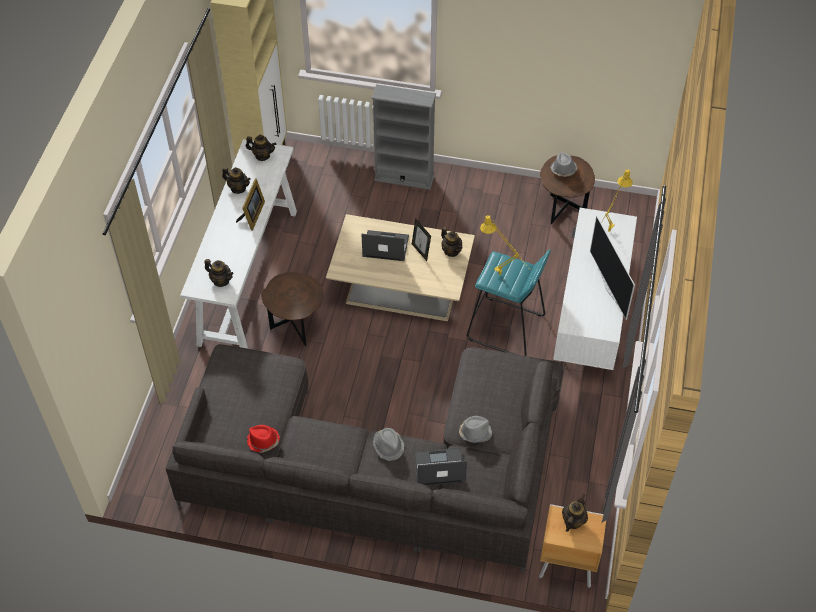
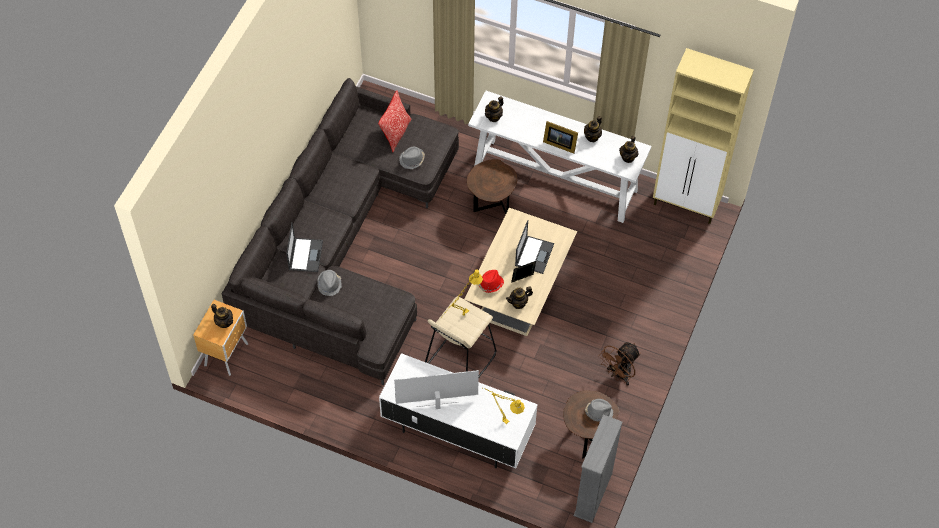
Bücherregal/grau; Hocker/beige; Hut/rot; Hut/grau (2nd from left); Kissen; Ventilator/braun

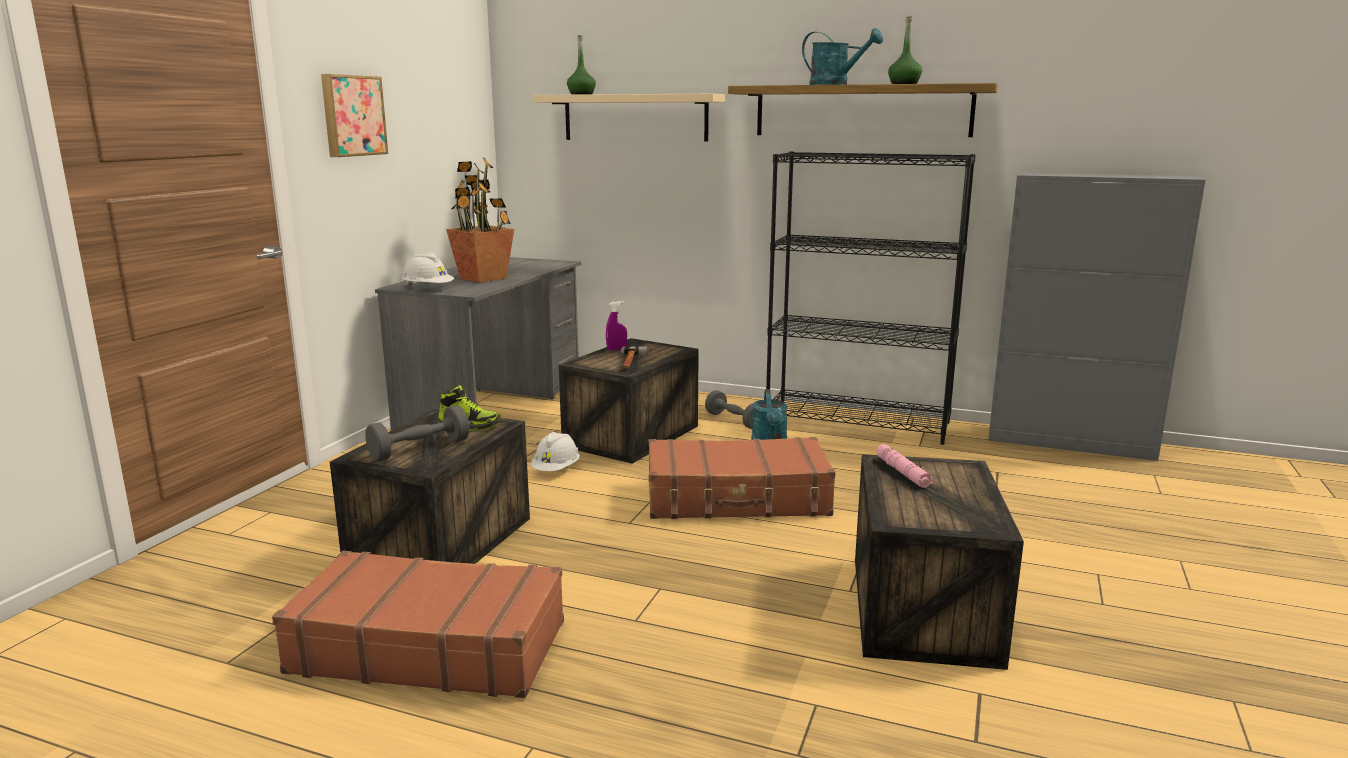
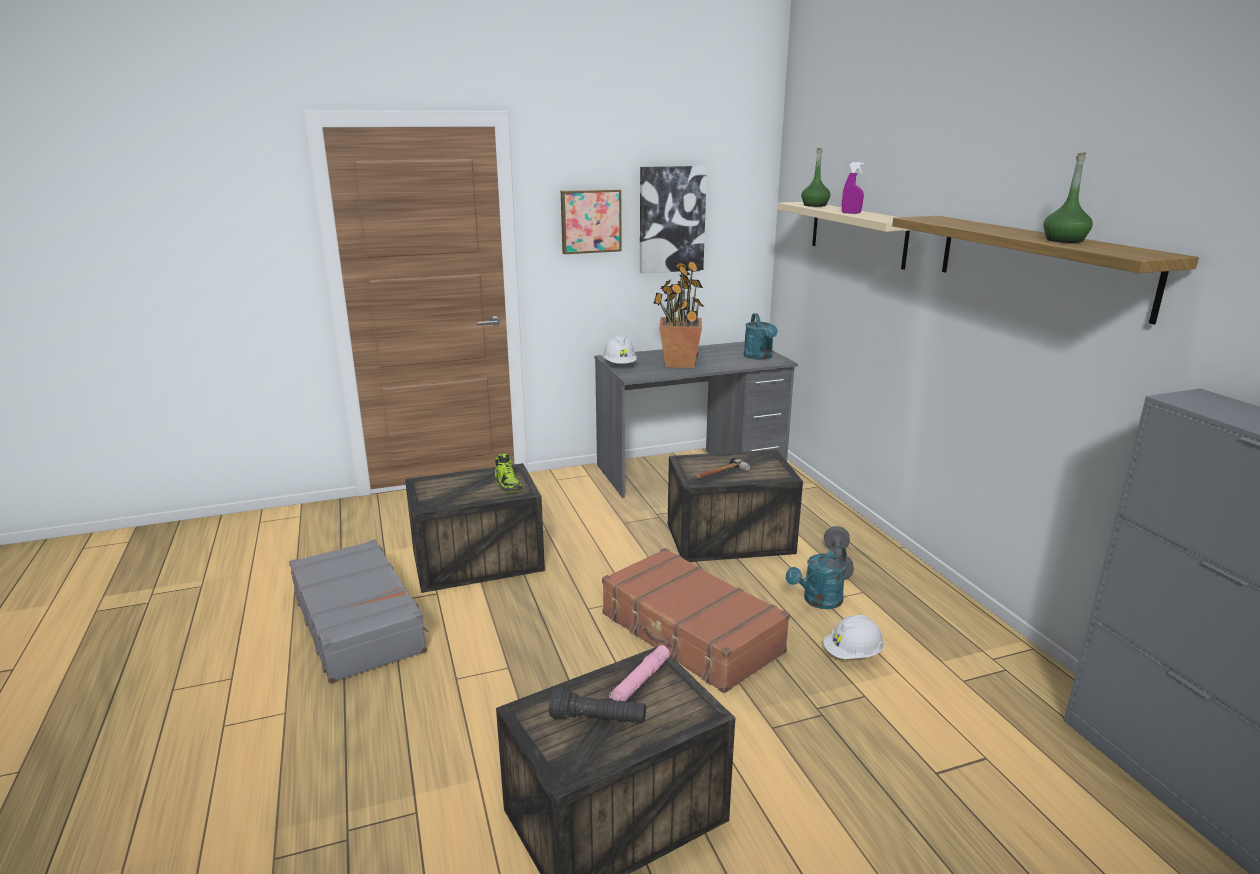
Gießkanne/türkis (1st from left); Bücherregal/schwarz; Sprühflasche/lila; Hantel/grau (1st from left in the first image); Schutzhelm/weiß (2nd from left); Koffer/grau; Bild (2nd from left); Taschenlampe/schwarz

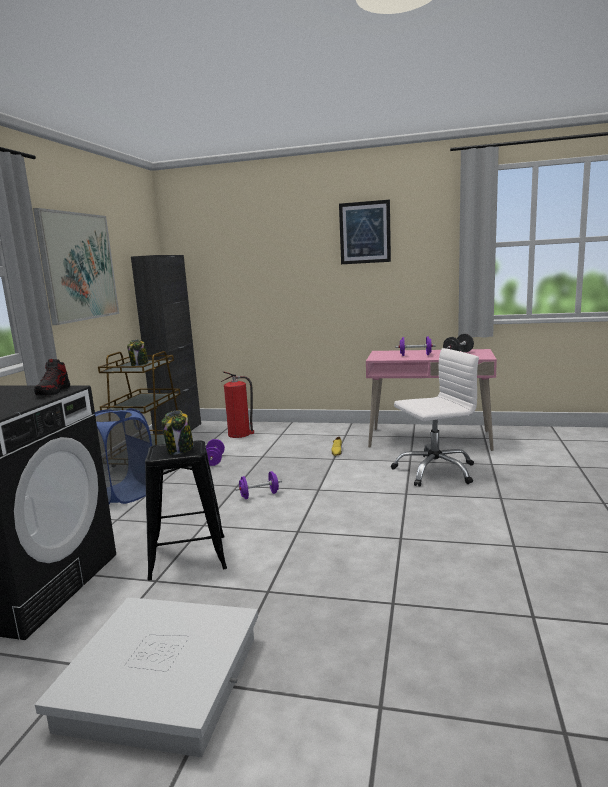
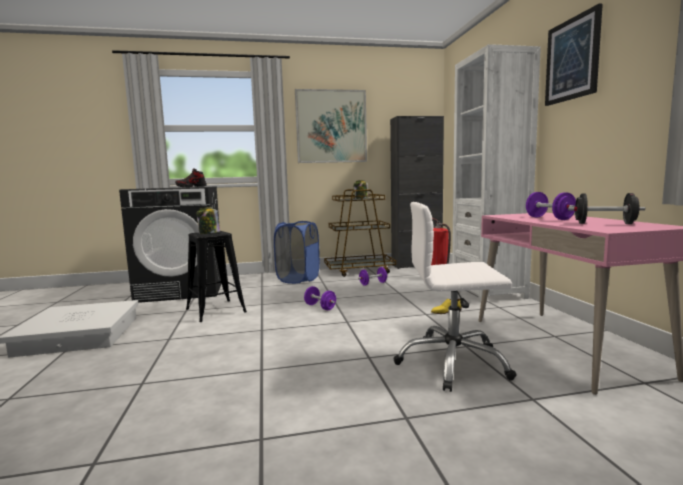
Bürostuhl/weiß; Bücherregal/weiß

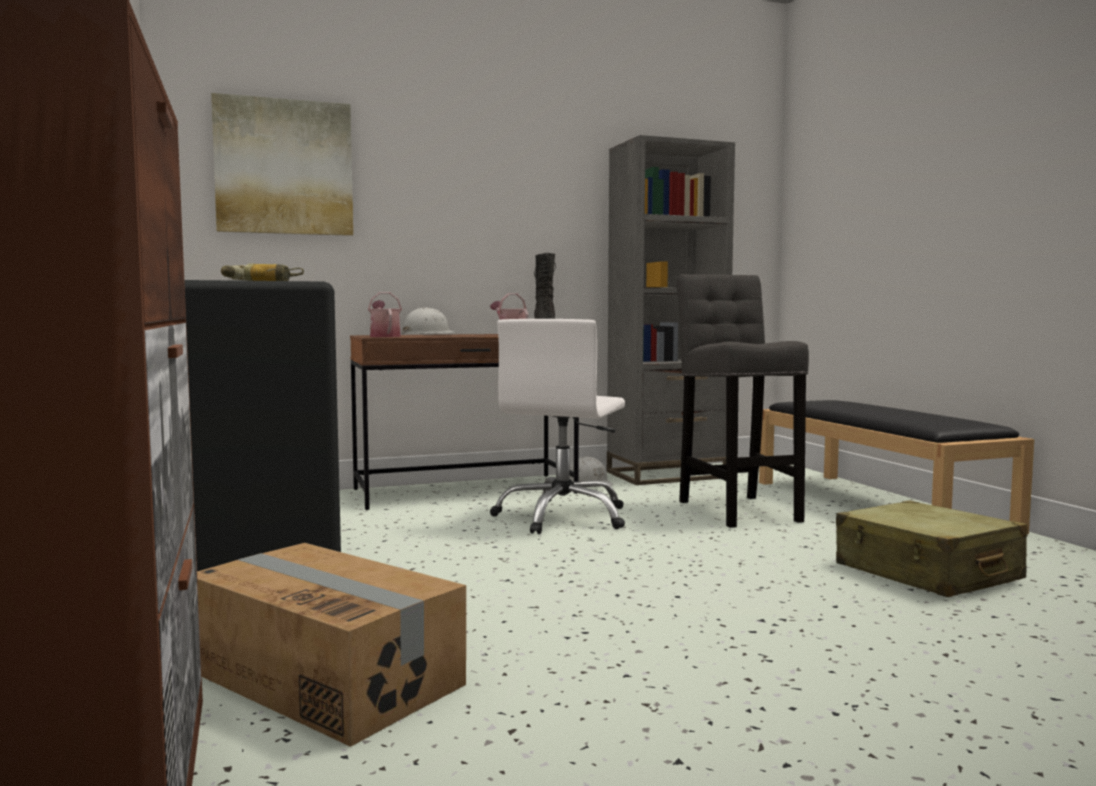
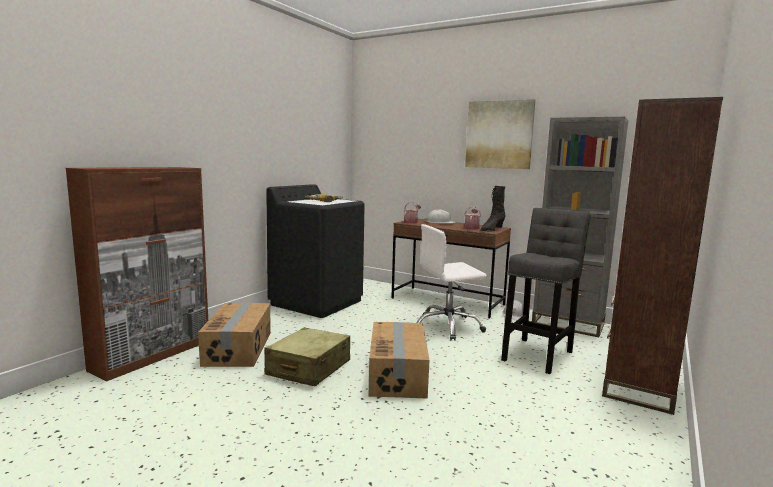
Bild; Bücherregal/braun; Koffer/beige; Karton (2nd from left)

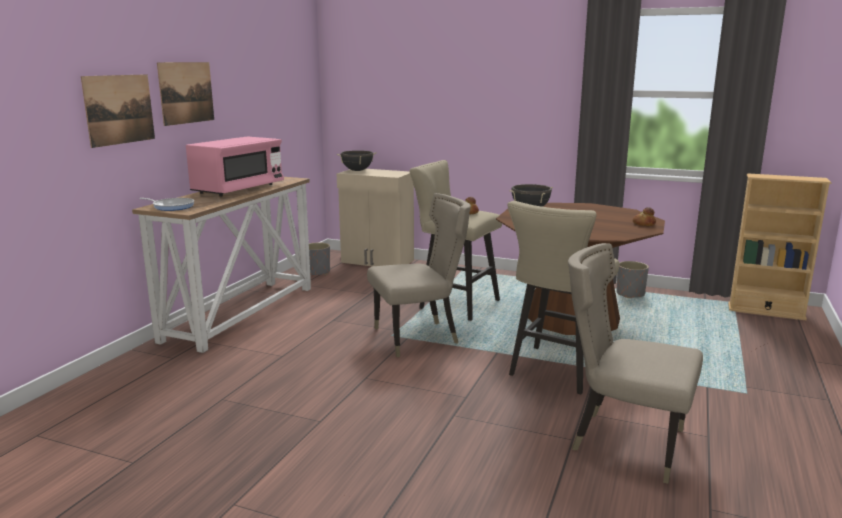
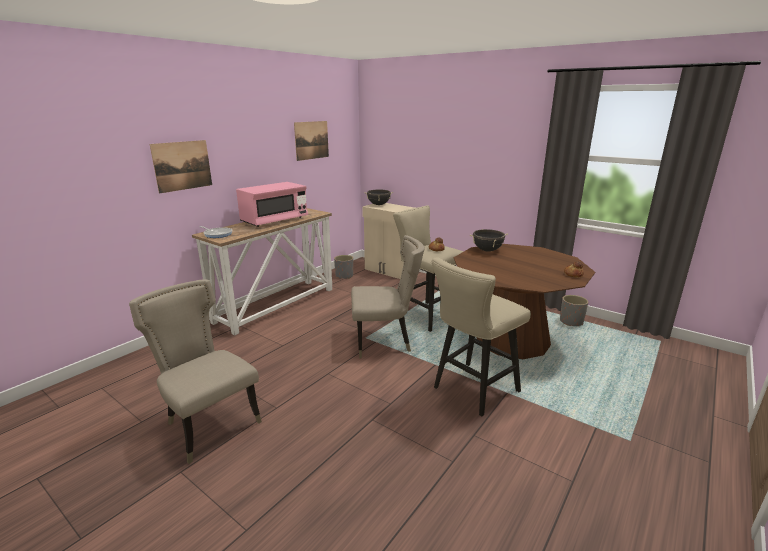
Bild (2nd from left); Bücherregal/beige; Stuhl/beige (1st from left)

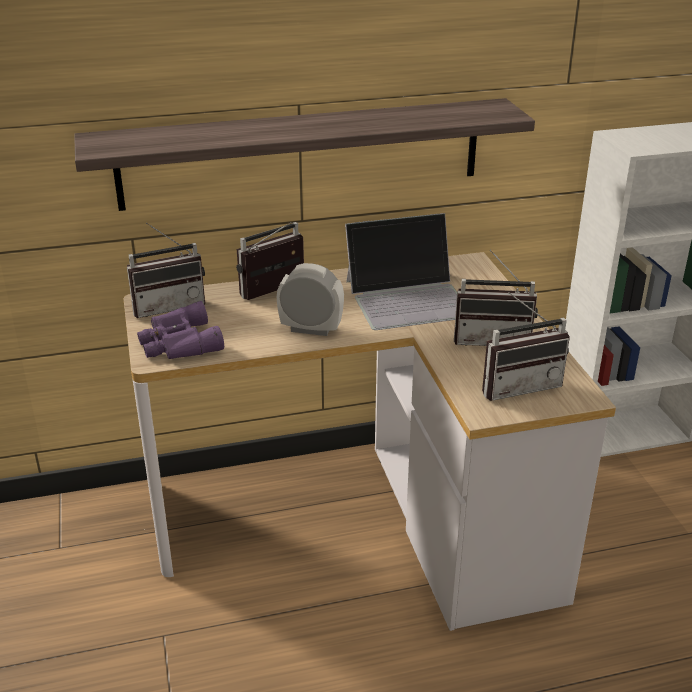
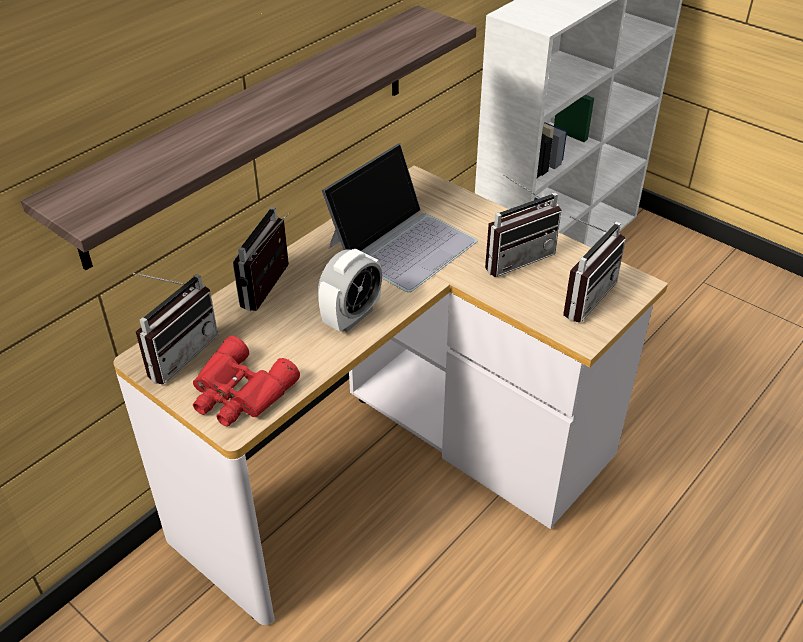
Wecker; Fernglas/rot

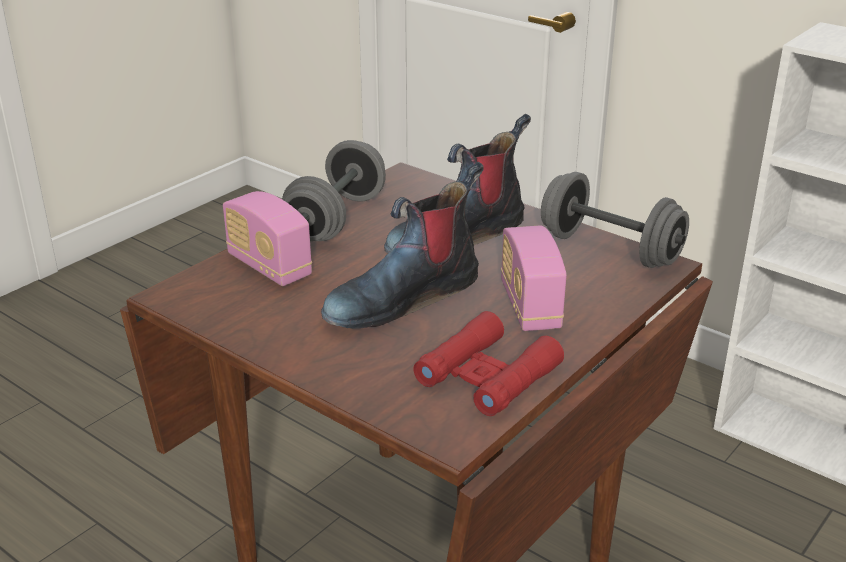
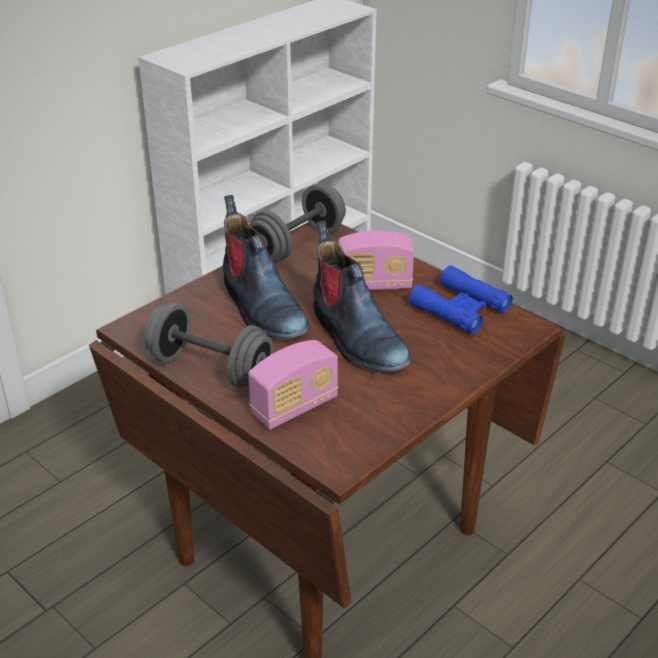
Fernglas/blau

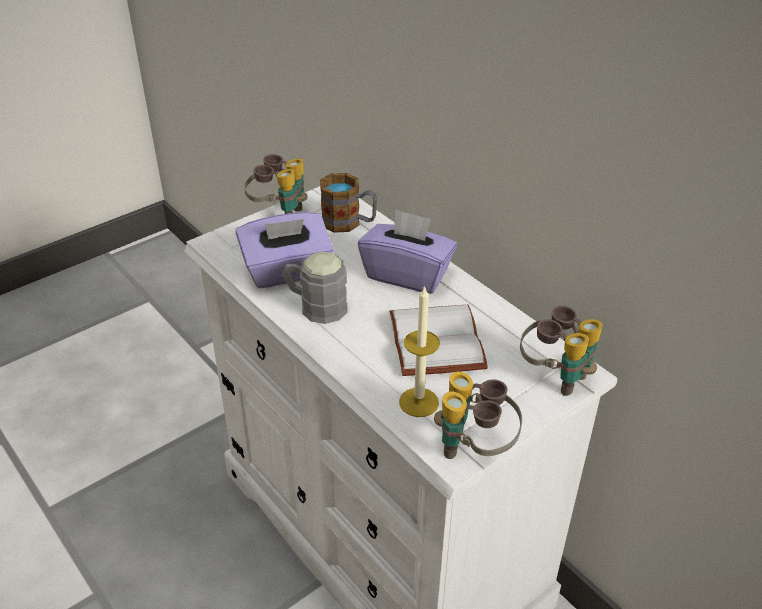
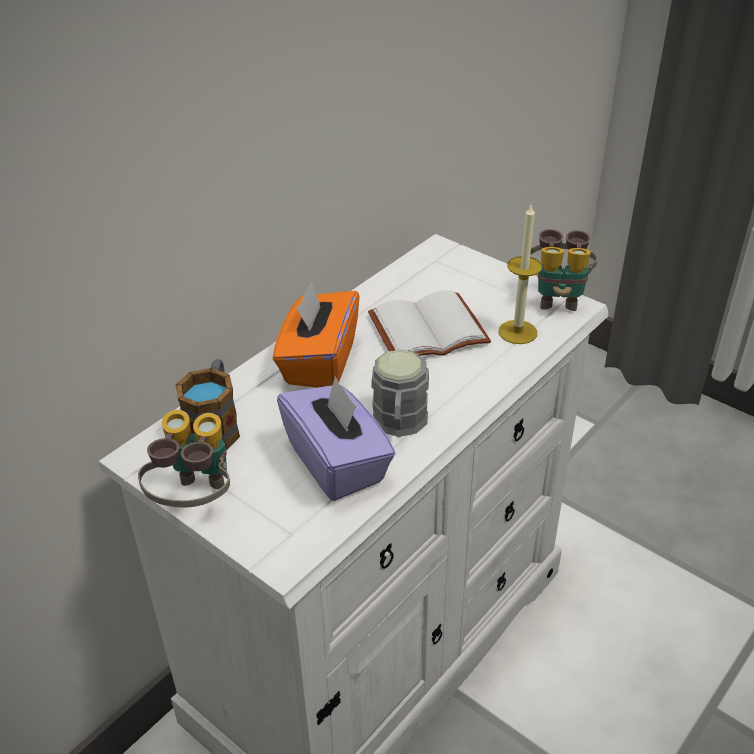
Taschentuchbox/orange; Fernglas (3rd from left in the first image)

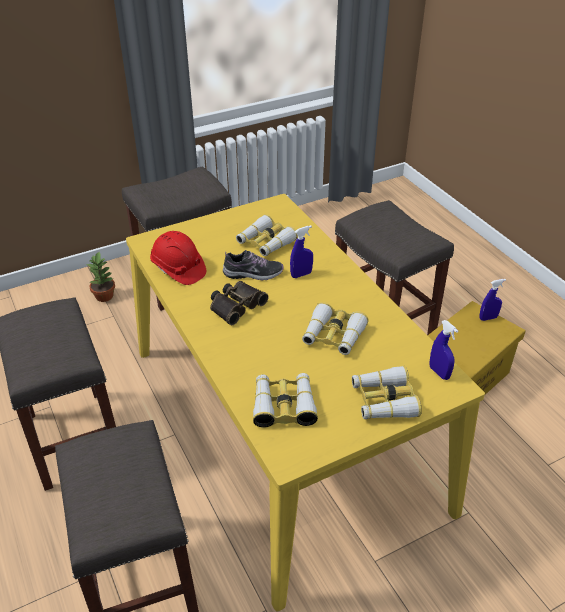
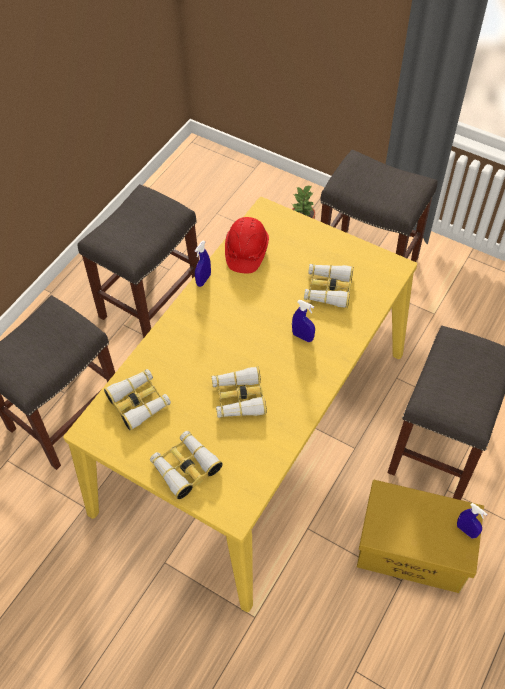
Schuh; Fernglas (1st from left in the first image); Sprühflasche/blau (1st from left)

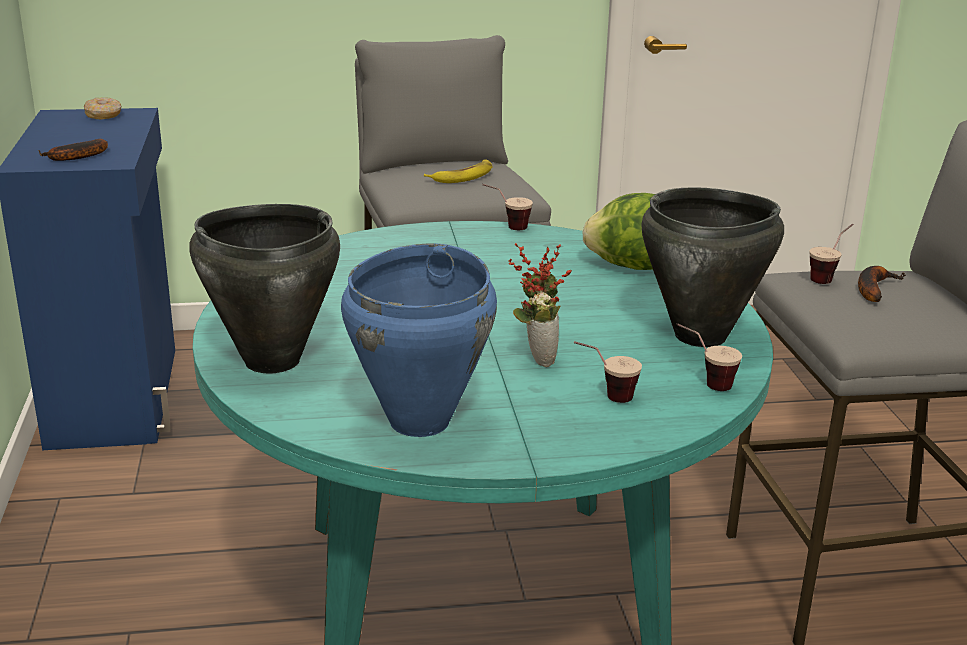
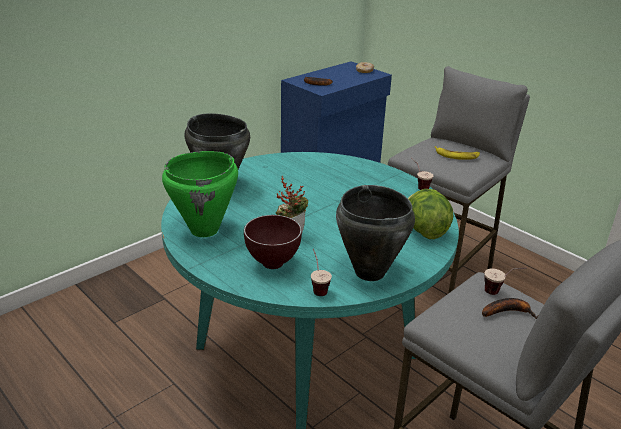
Kochtopf/grün; Schüssel/braun

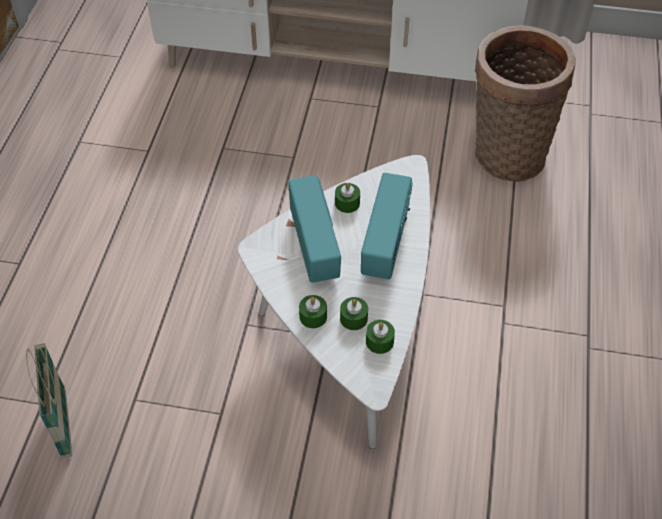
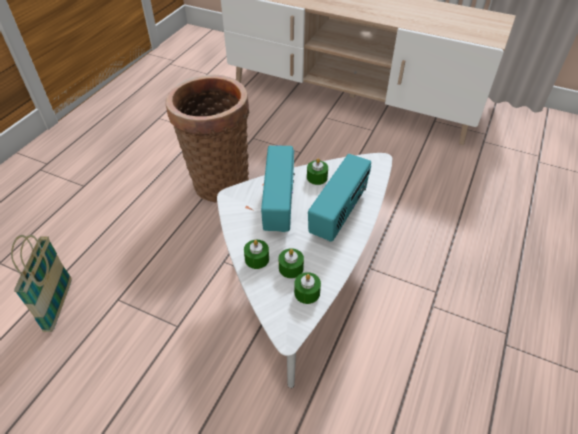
Korb (2nd from left)

